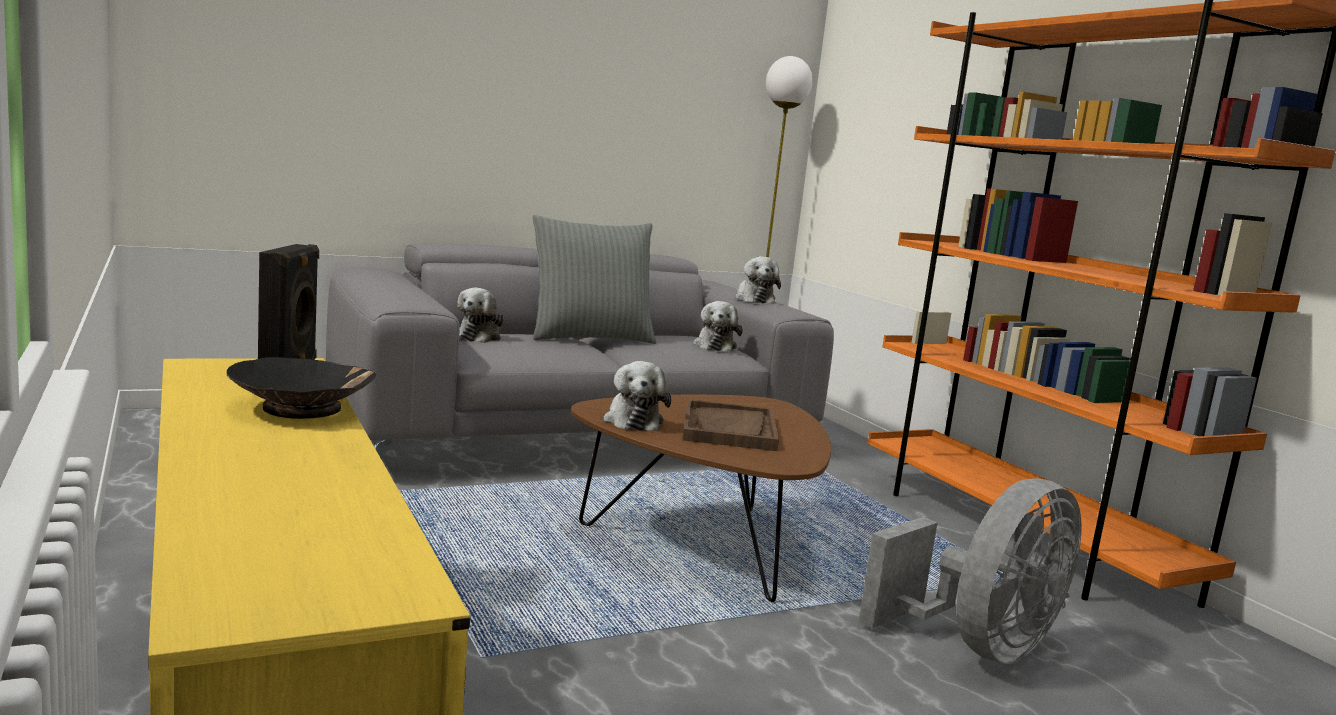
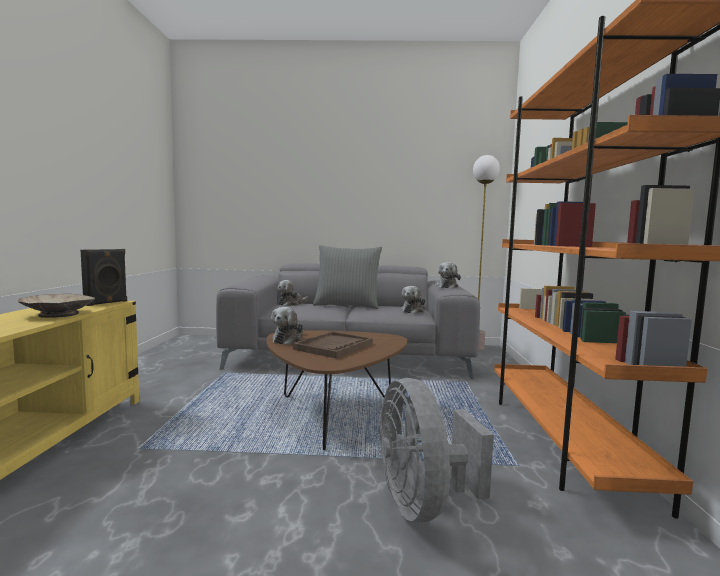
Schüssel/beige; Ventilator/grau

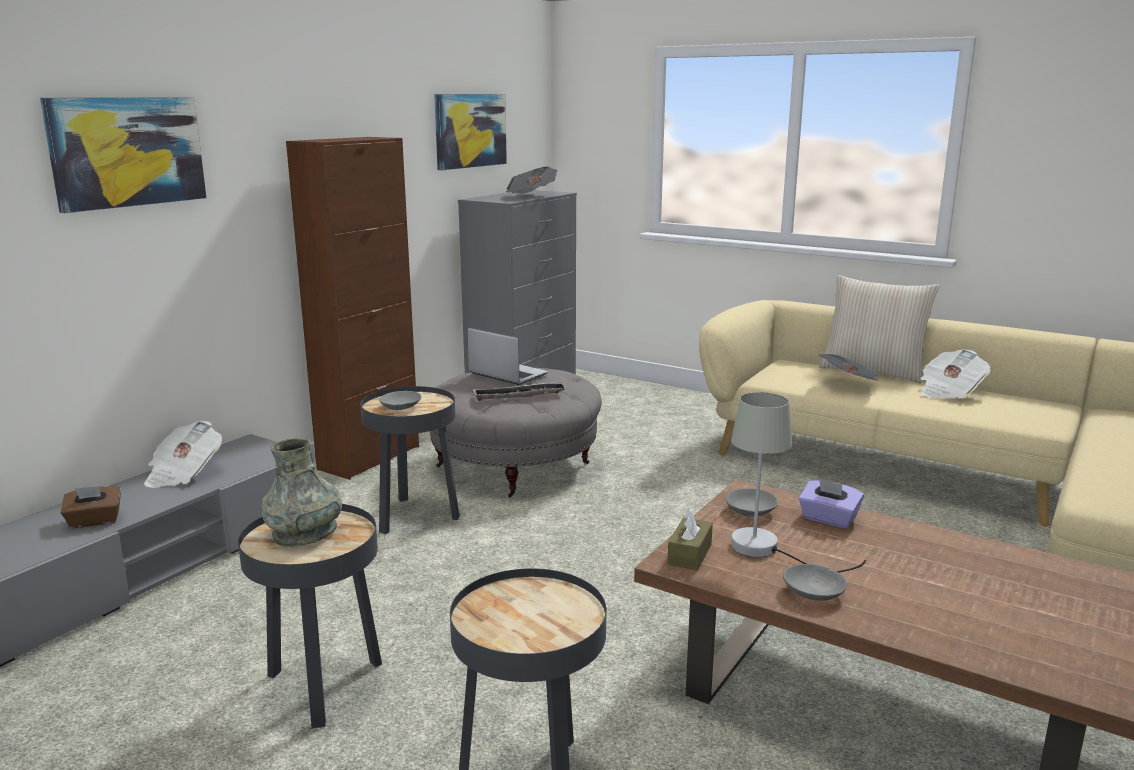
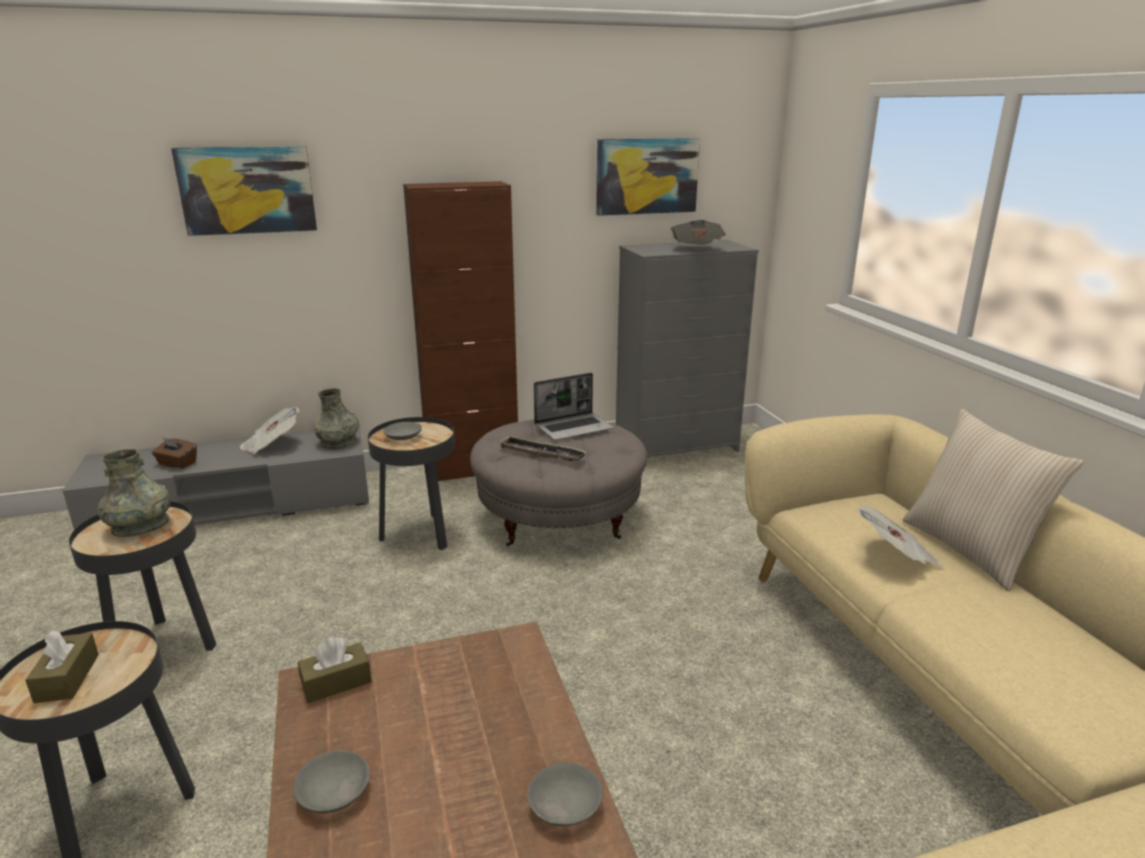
Laptop; Zeitung (4th from left in the first image); Tischlampe/grau; Taschentuchbox/lila; Schüssel/grau (3rd from left); Vase/grau (2nd from left); Taschentuchbox/braun (1st from left)

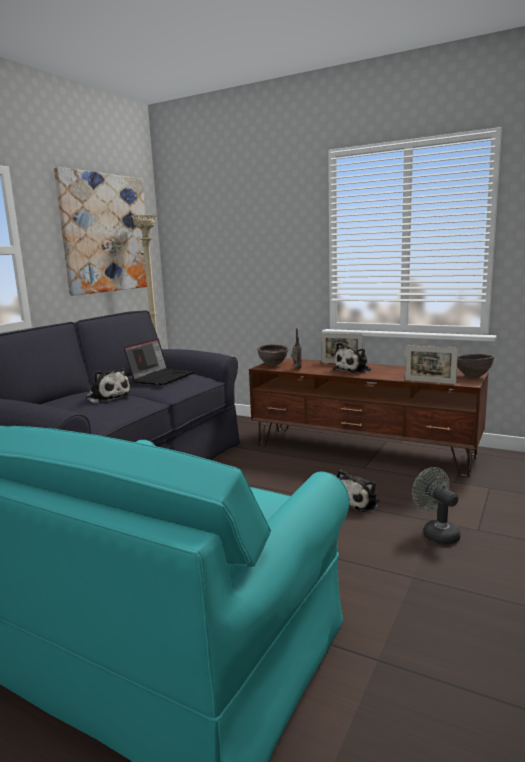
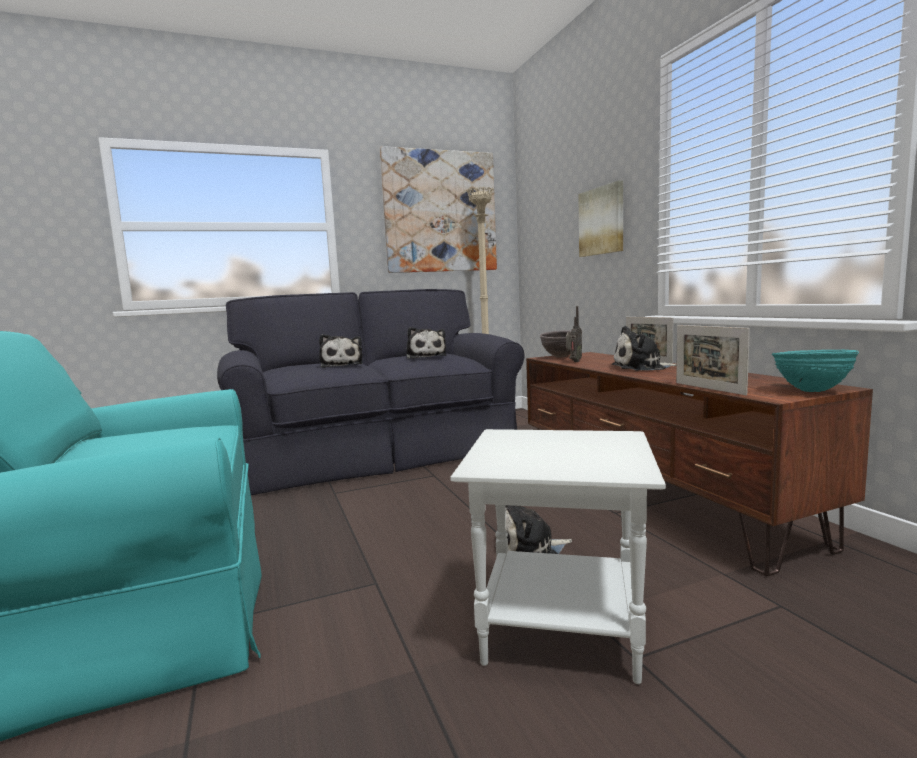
Plüschtier (2nd from left); Schüssel/türkis; Beistelltisch/weiß; Bild (2nd from left)

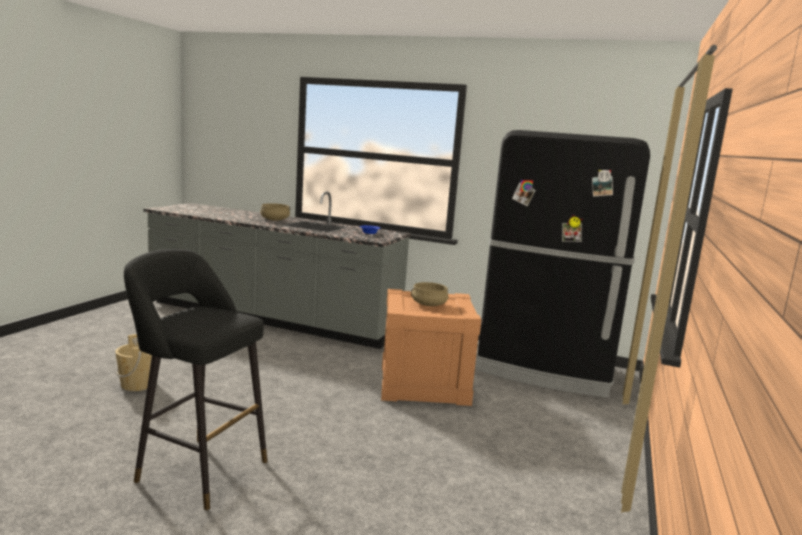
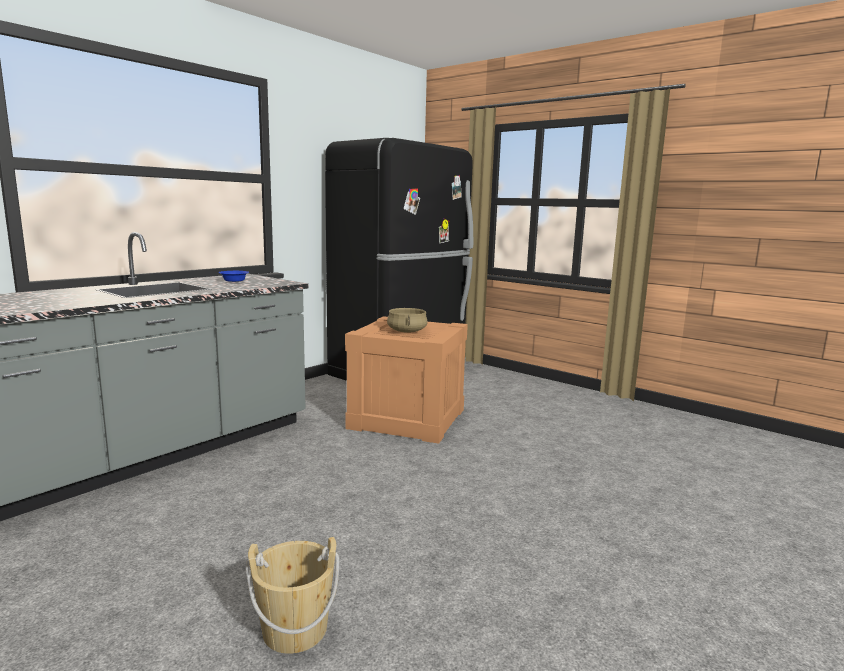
Kochtopf/beige (1st from left in the first image); Hocker/schwarz

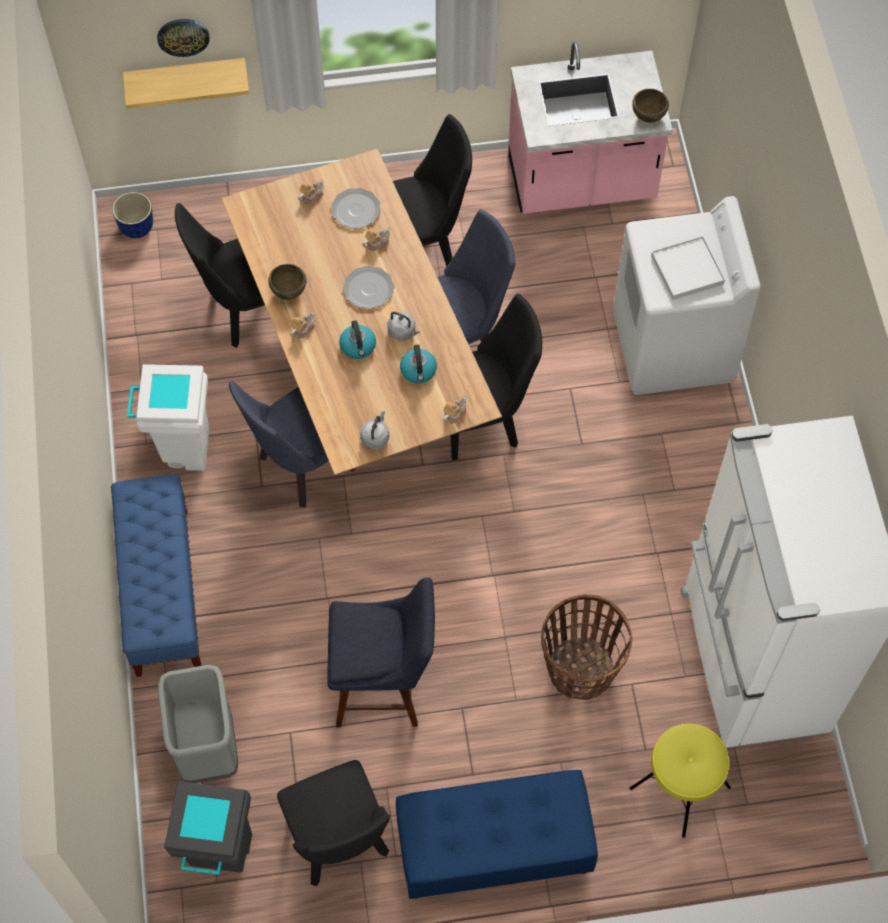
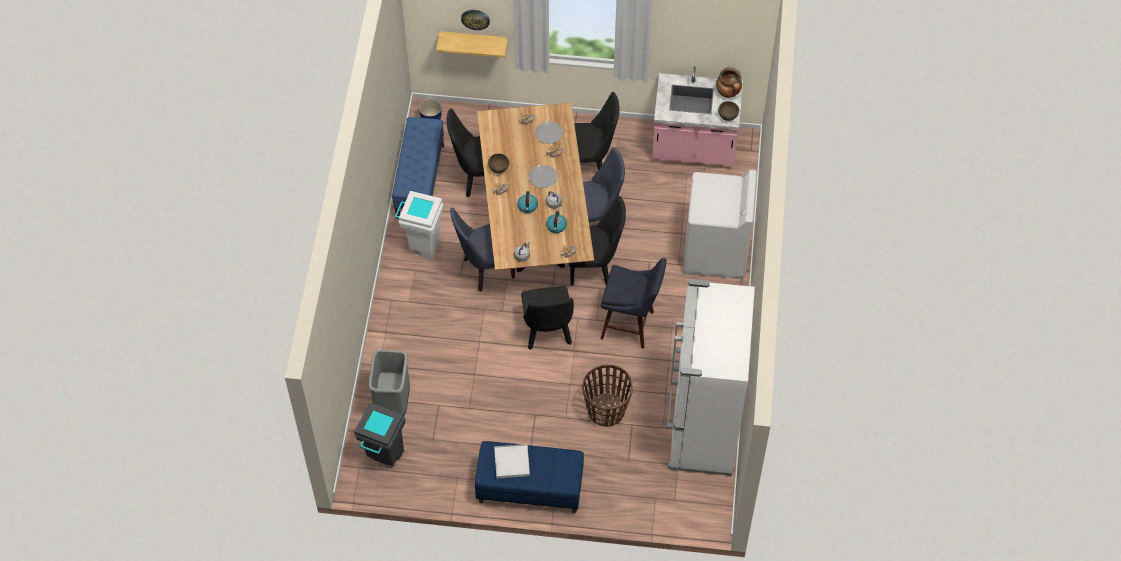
Tablett/weiß; Bank/blau (1st from left); Hocker/blau; Hocker/gelb; Stuhl/schwarz (2nd from left); Kochtopf

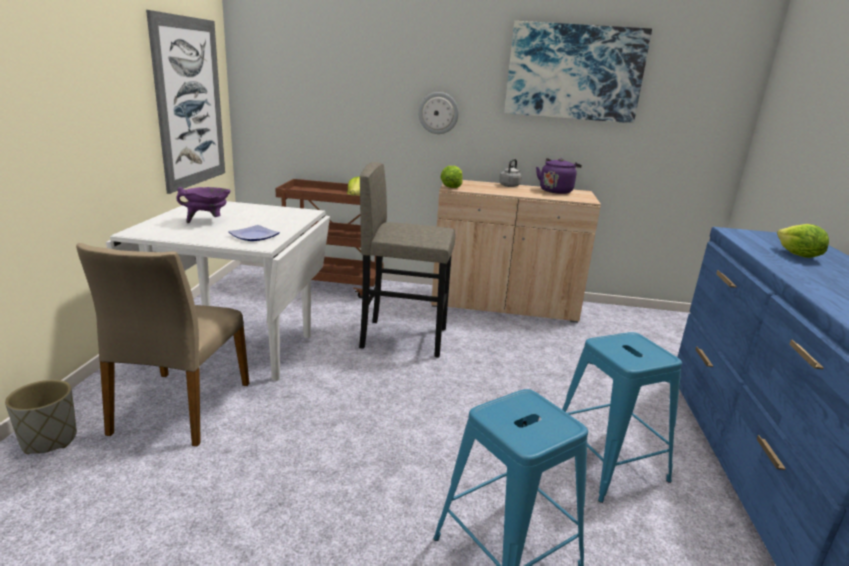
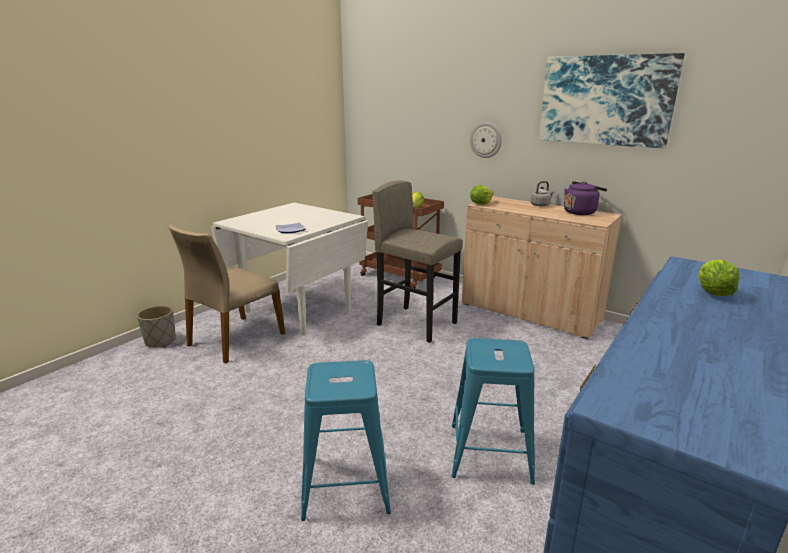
Bild (1st from left in the first image); Kochtopf/lila

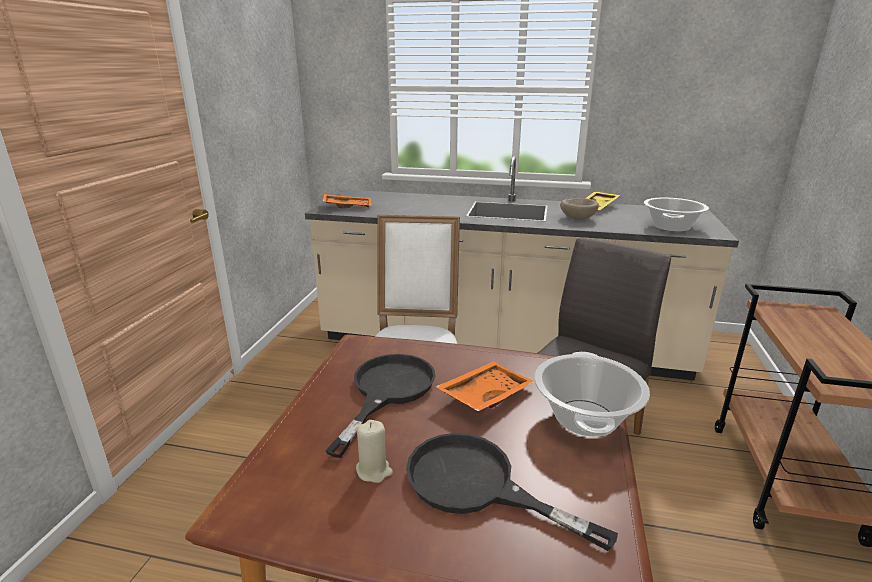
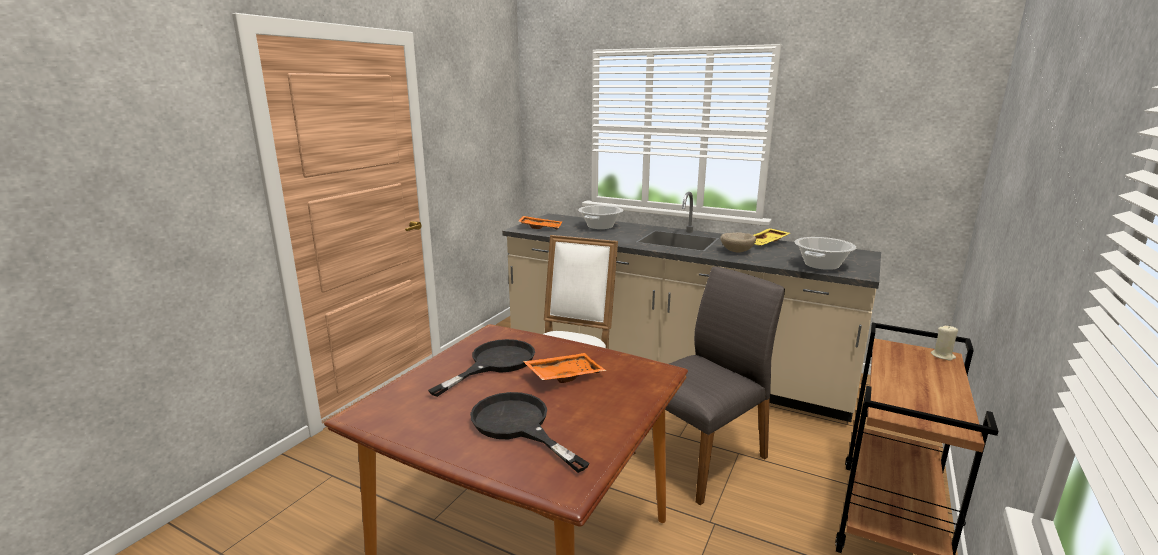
Kochtopf (1st from left); Kerze/beige

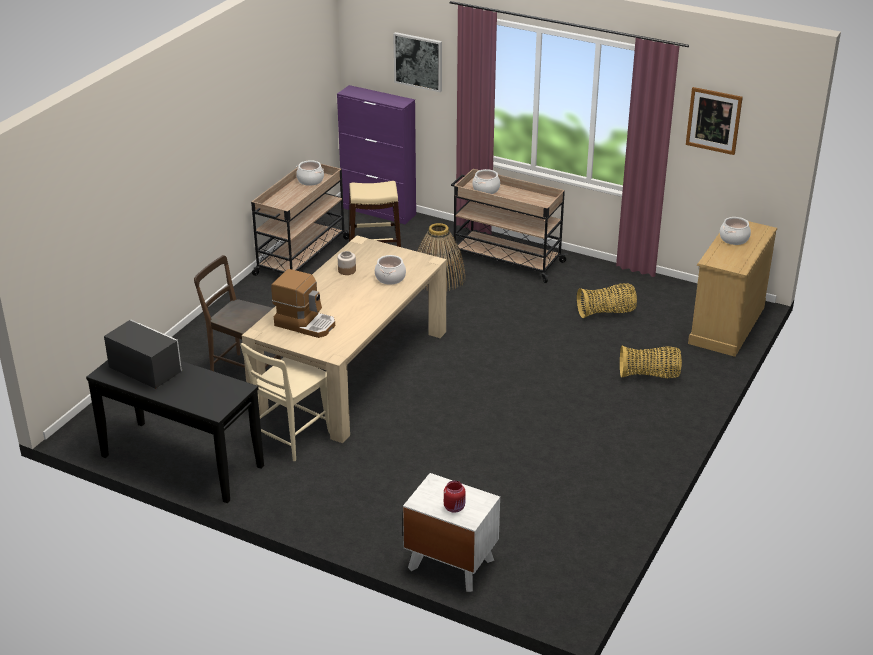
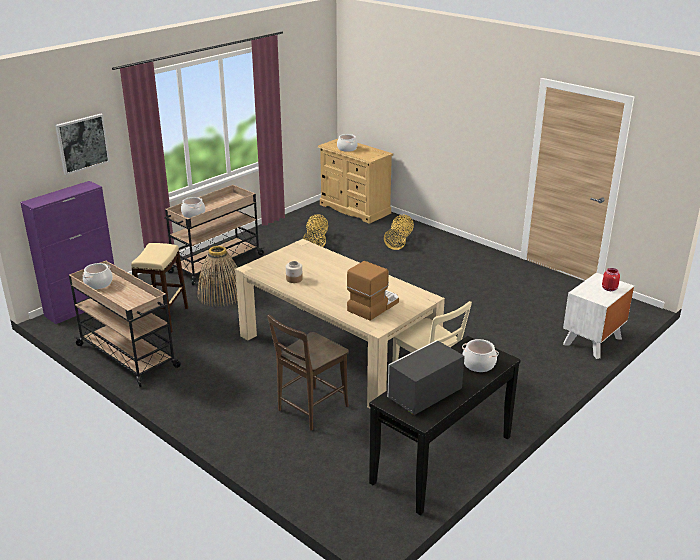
Bild (2nd from left in the first image); Kochtopf (4th from left)

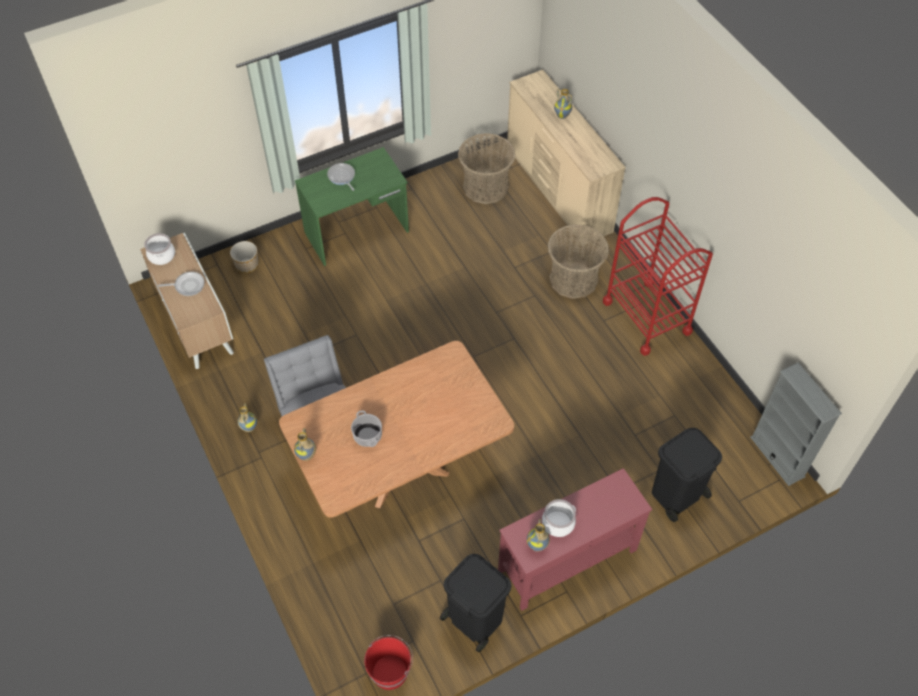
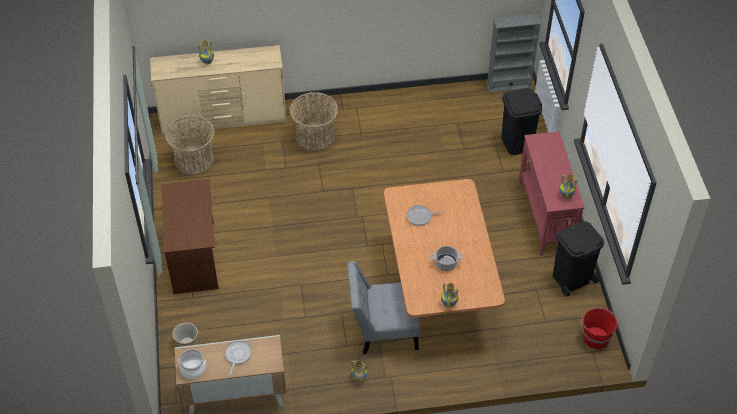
Schreibtisch/braun; Pfanne (2nd from left); Rollwagen/rot; Kochtopf (3rd from left in the first image)

